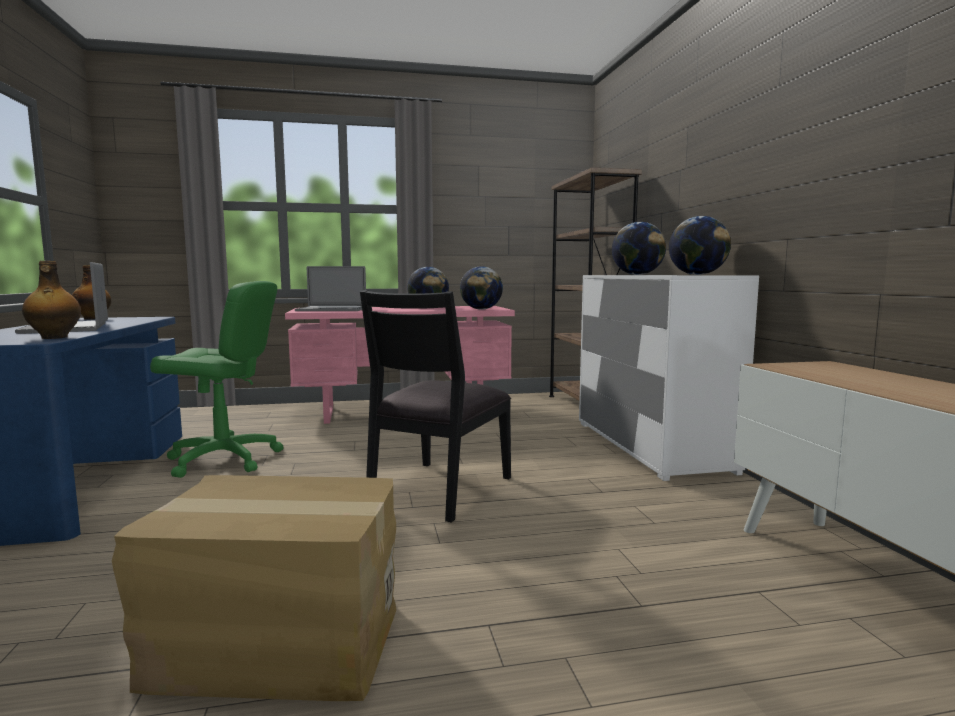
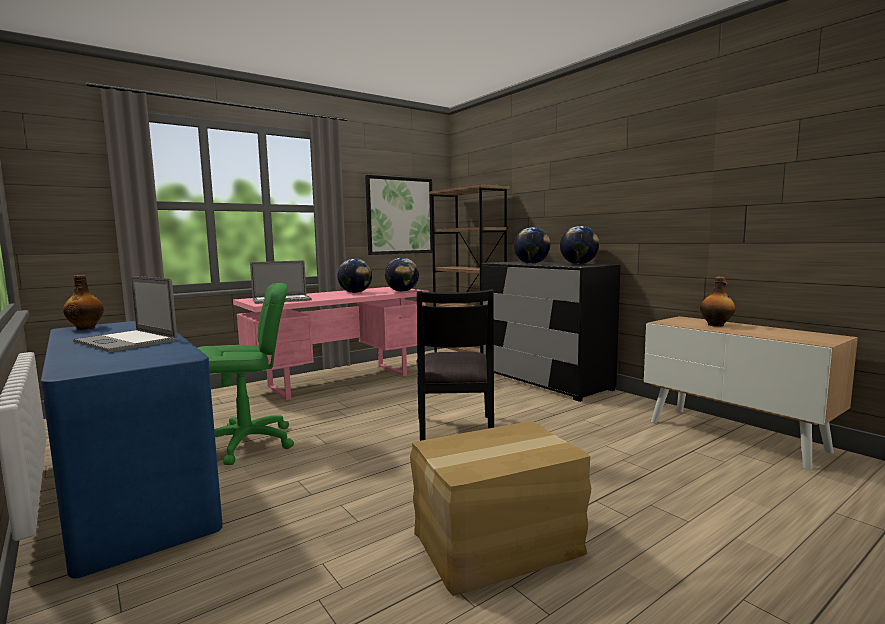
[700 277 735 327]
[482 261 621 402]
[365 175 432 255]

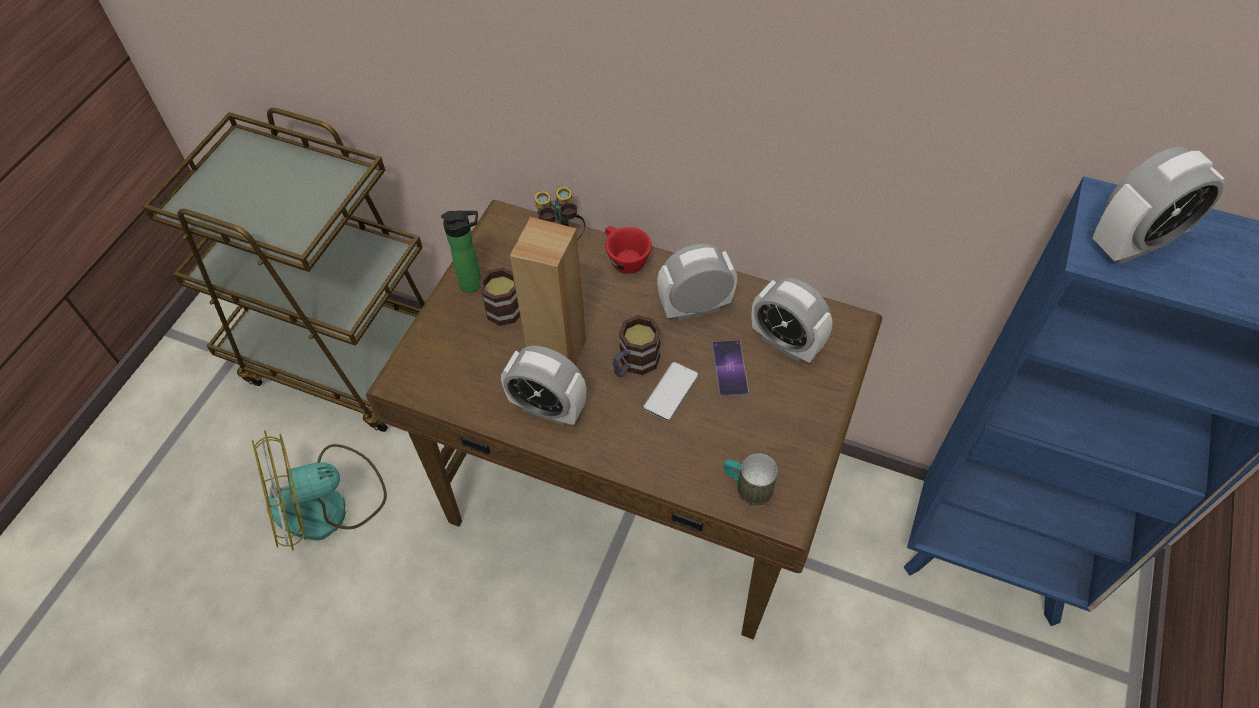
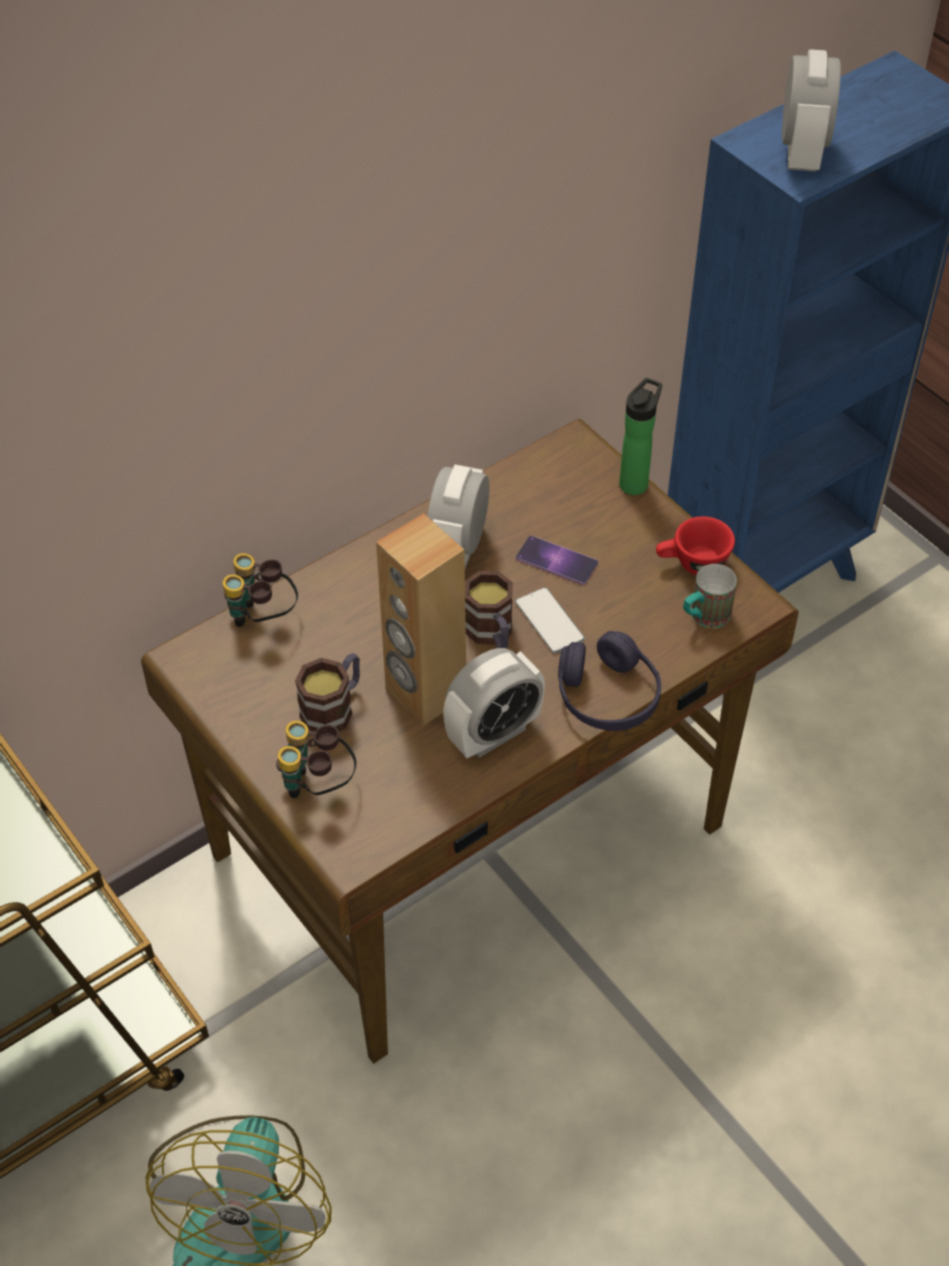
[619 378 662 495]
[656 516 735 575]
[752 278 832 363] (first image)
[276 721 357 798]
[558 631 661 731]

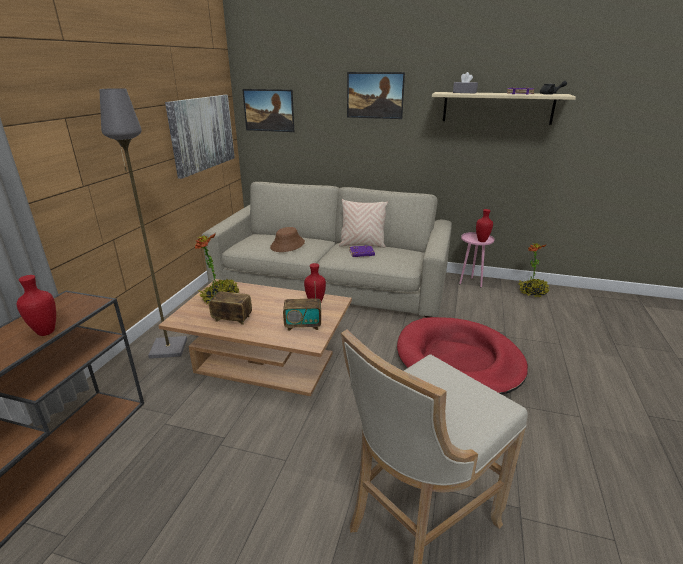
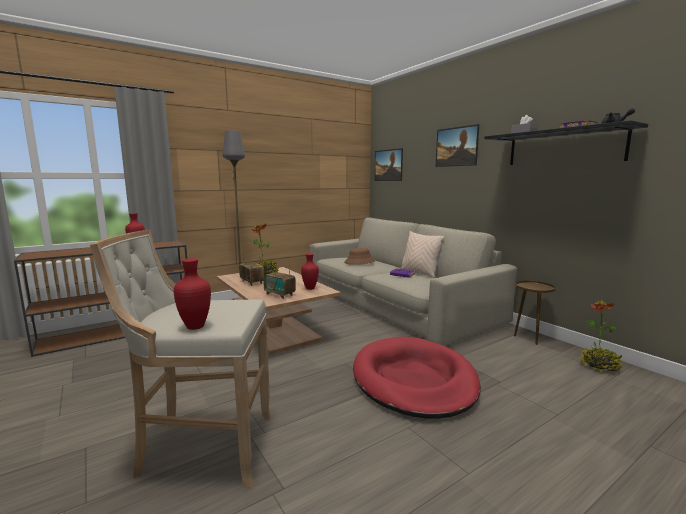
[165 95 235 179] (first image)
[484 120 648 165]
[514 281 556 345]
[174 258 211 330]

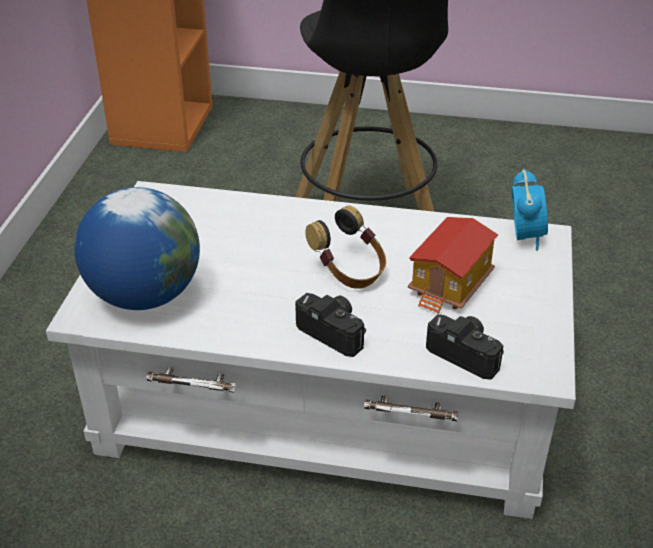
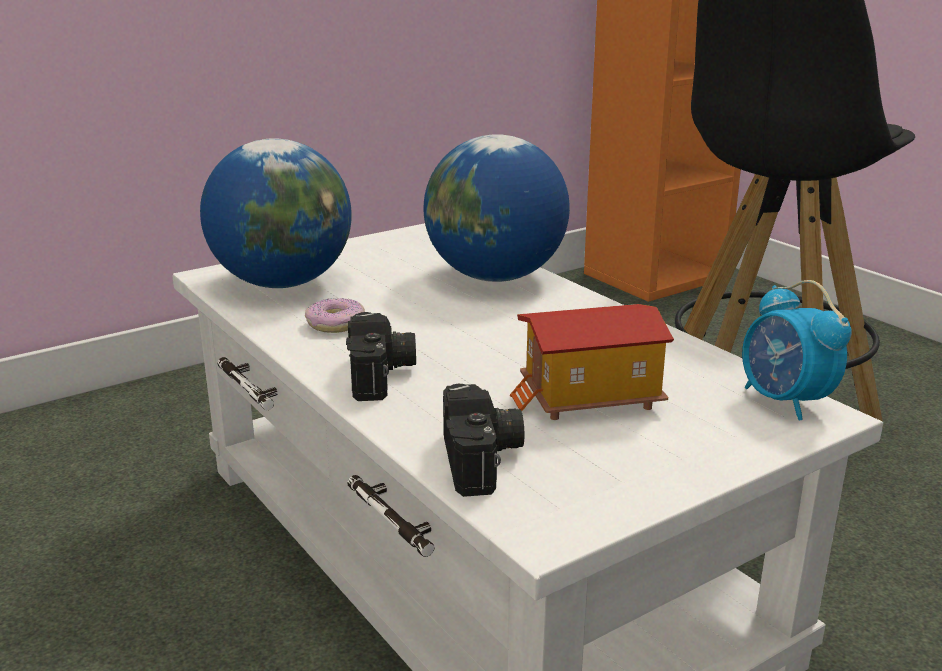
[305 206 386 289] (first image)
[742 280 852 421]
[305 298 365 333]
[424 134 570 282]

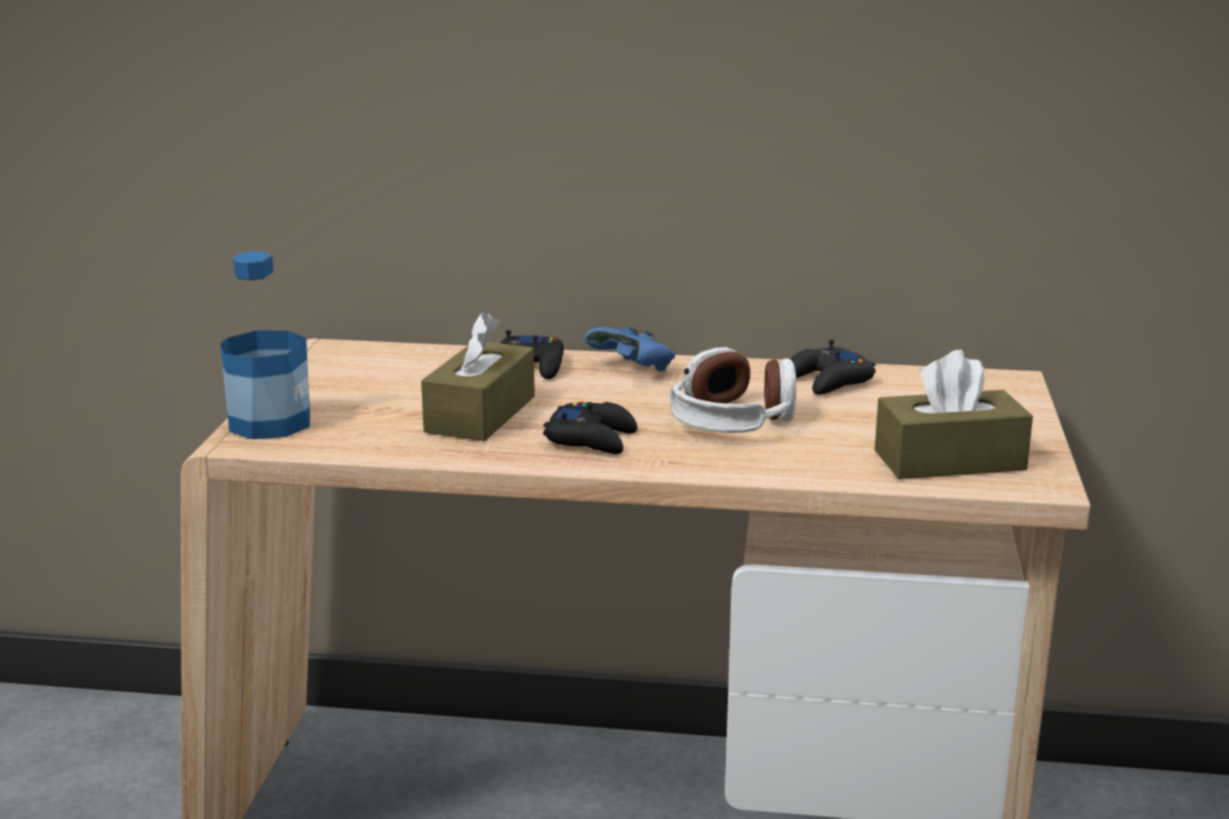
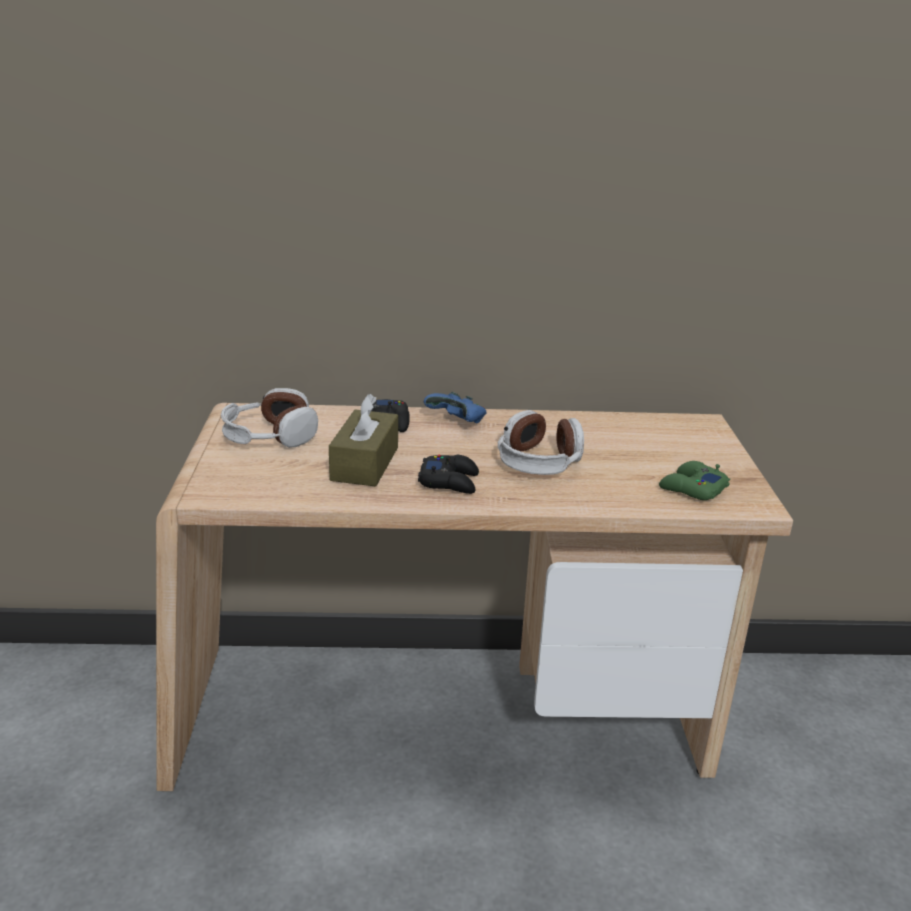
[220 252 310 439] (first image)
[790 340 876 395] (first image)
[659 461 730 500]
[221 388 318 448]

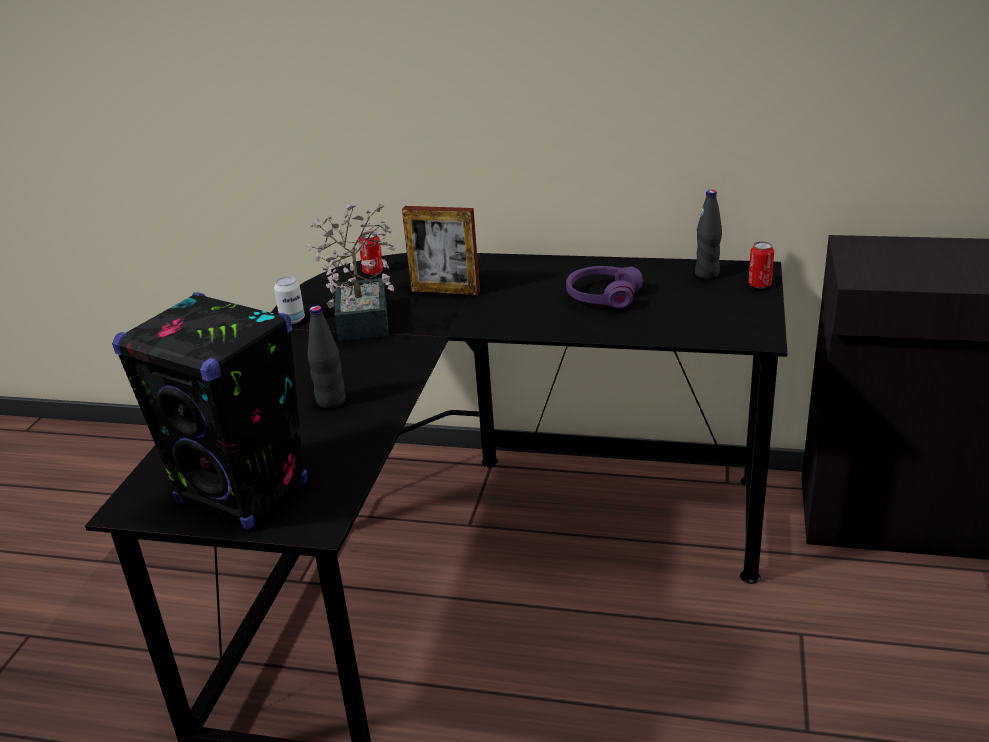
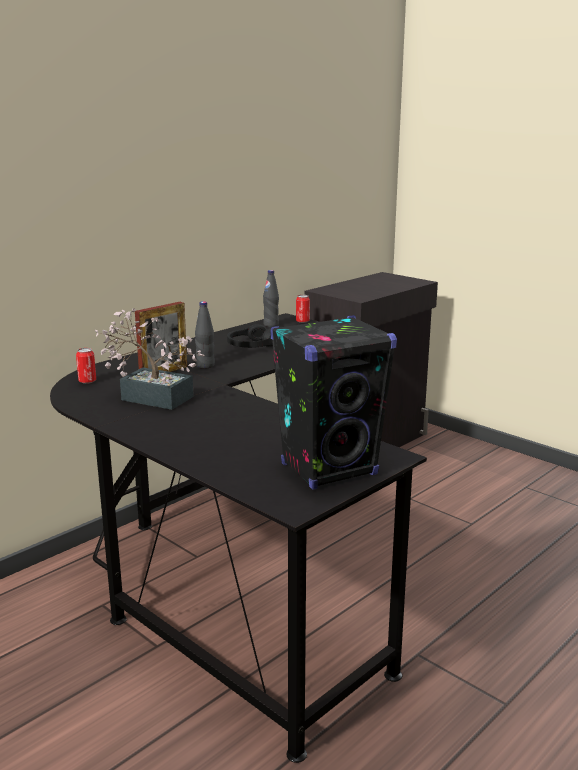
[274 276 305 324] (first image)
[195 301 215 369]
[227 324 273 348]

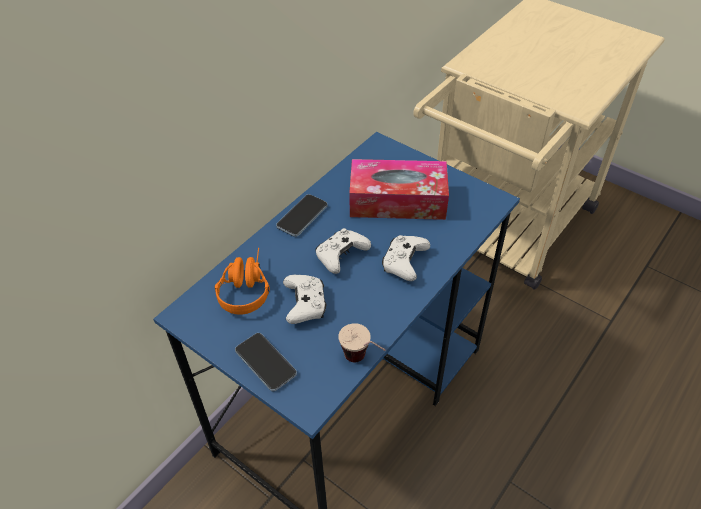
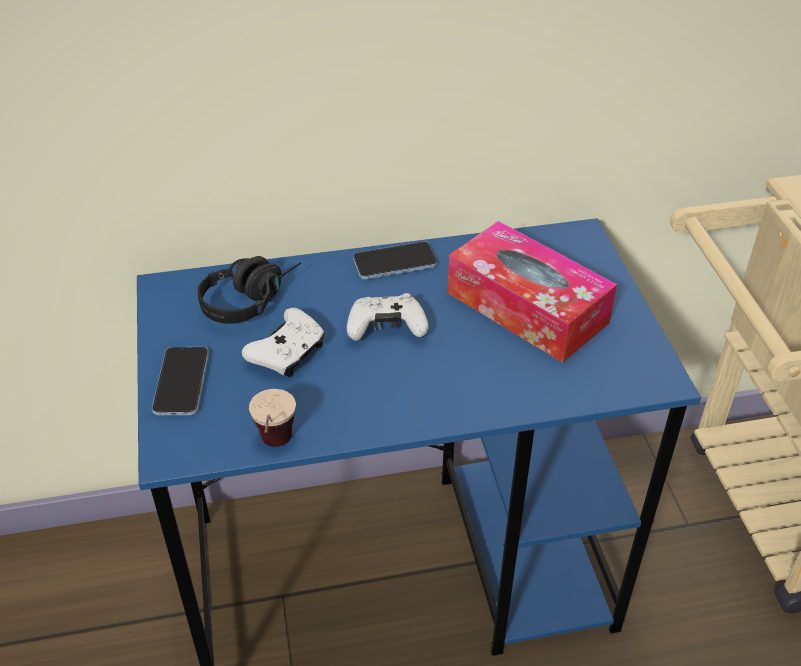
[198 256 301 324]
[382 235 430 281] (first image)

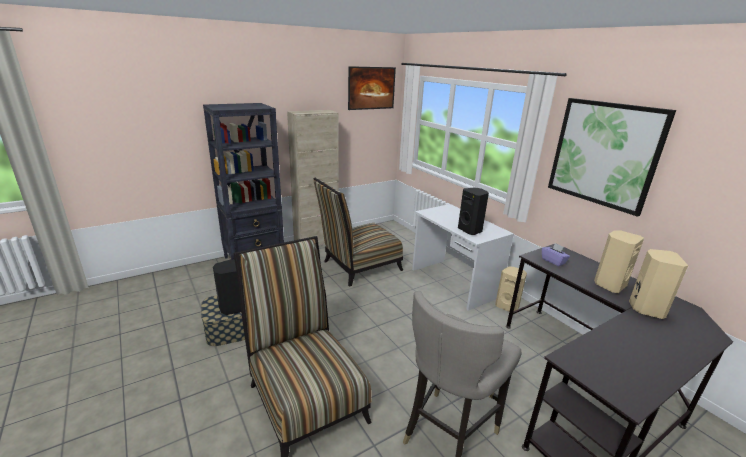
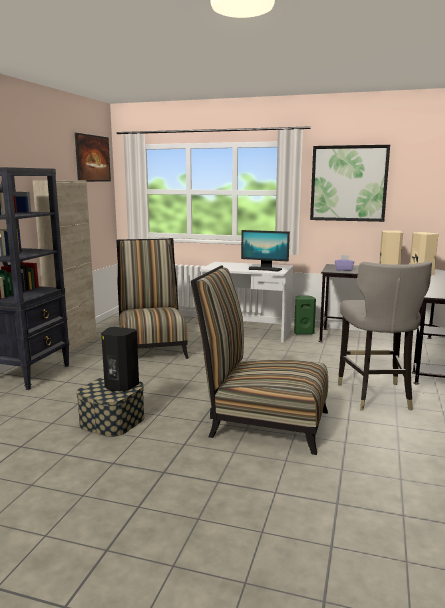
[116 238 189 359]
[241 230 290 272]
[294 295 316 335]

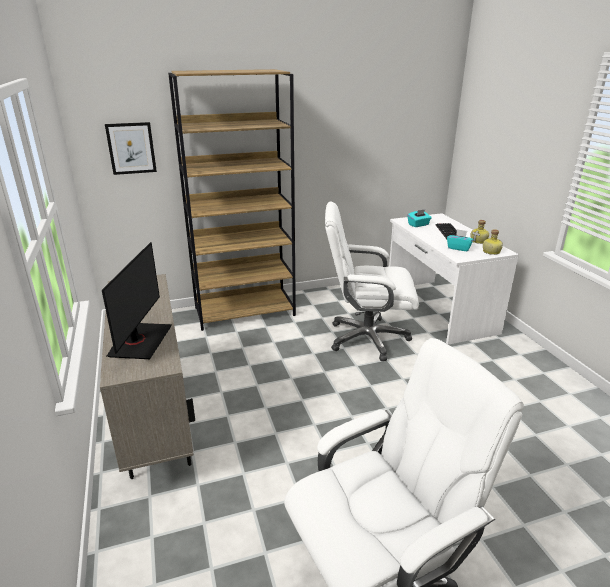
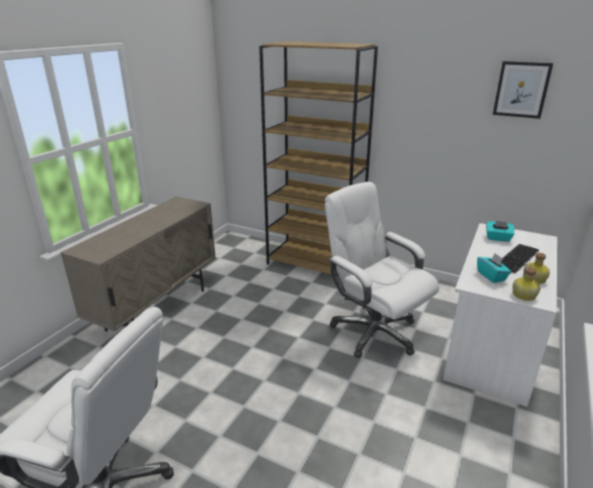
[102 242 172 359] (first image)
[493 61 553 119]

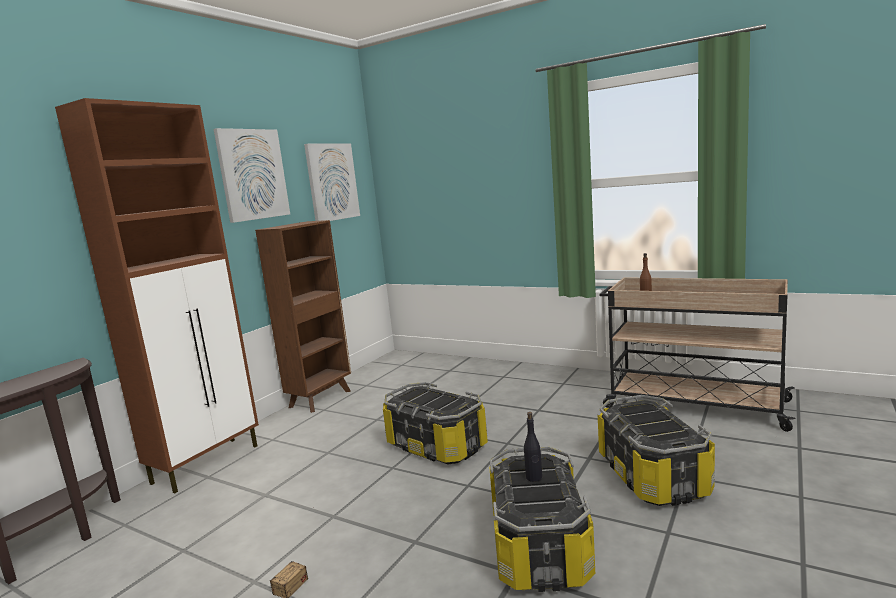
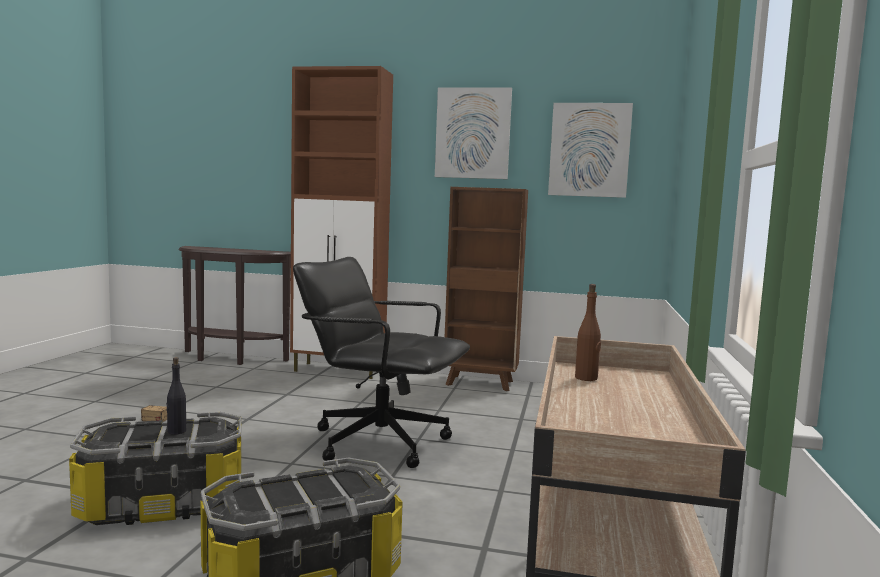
[293 257 470 468]

